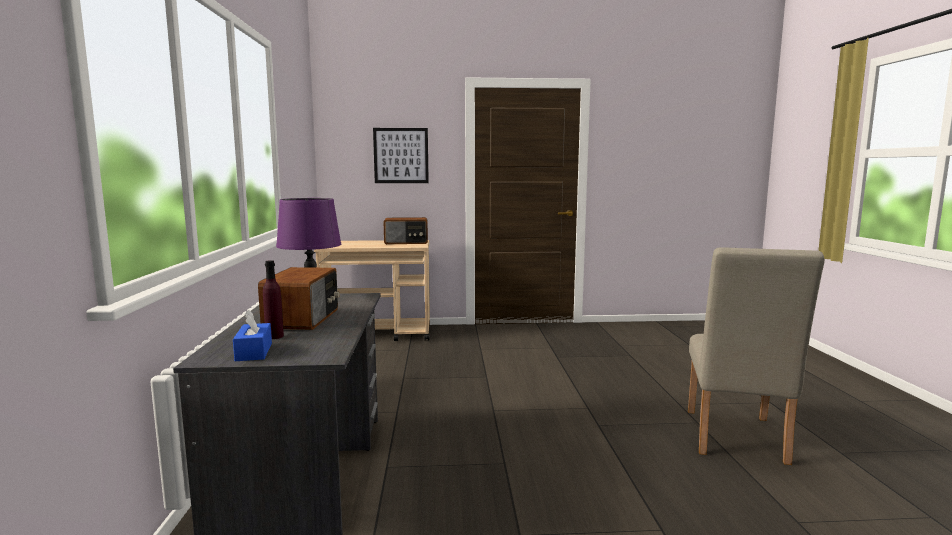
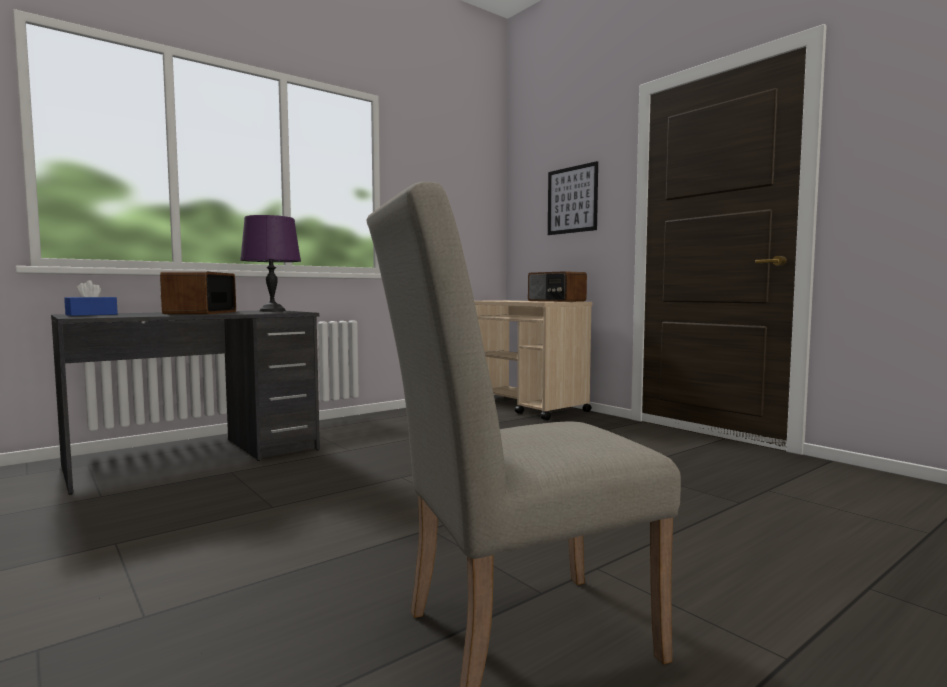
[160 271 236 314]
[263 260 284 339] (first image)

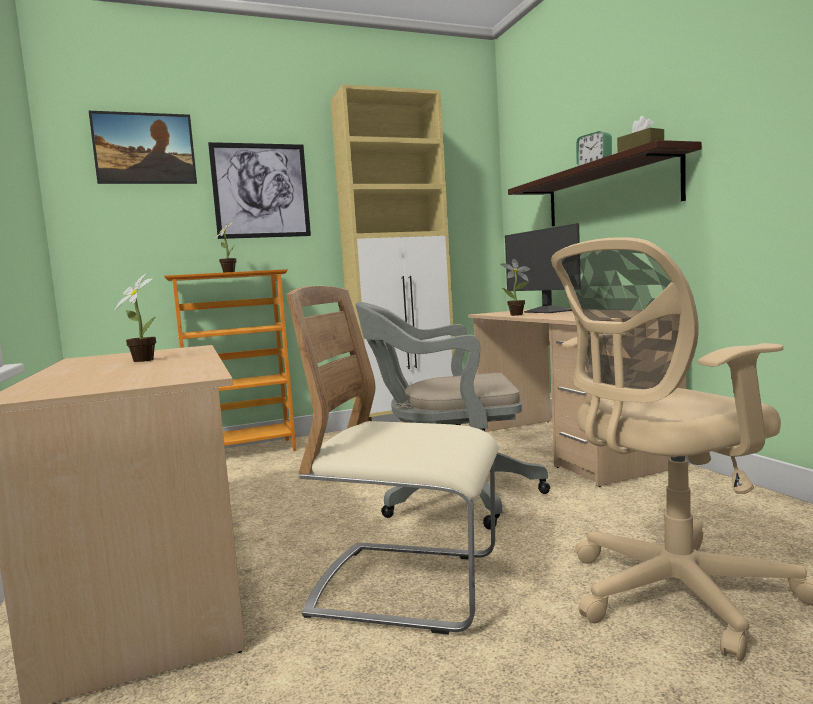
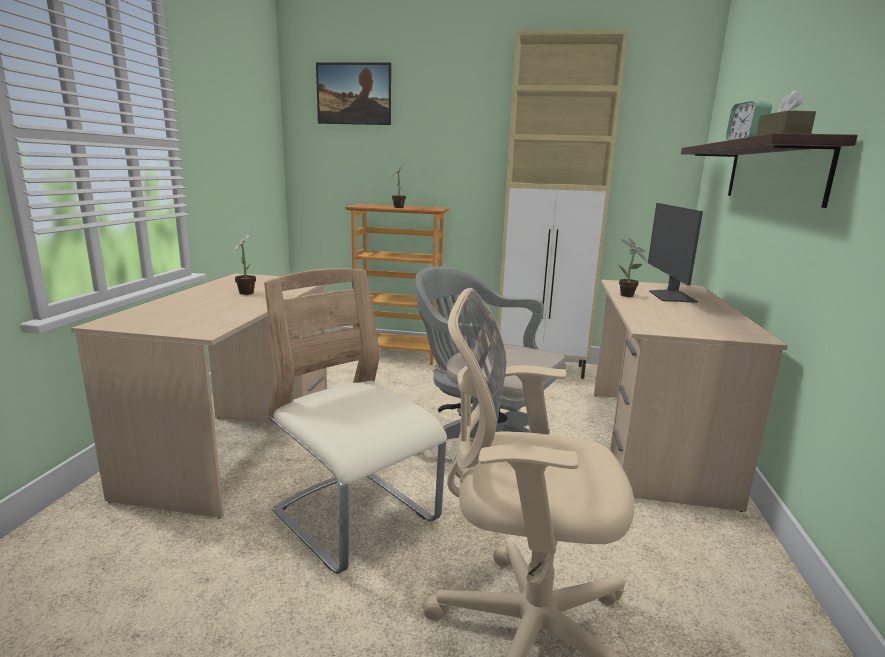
[208 142 311 239] (first image)

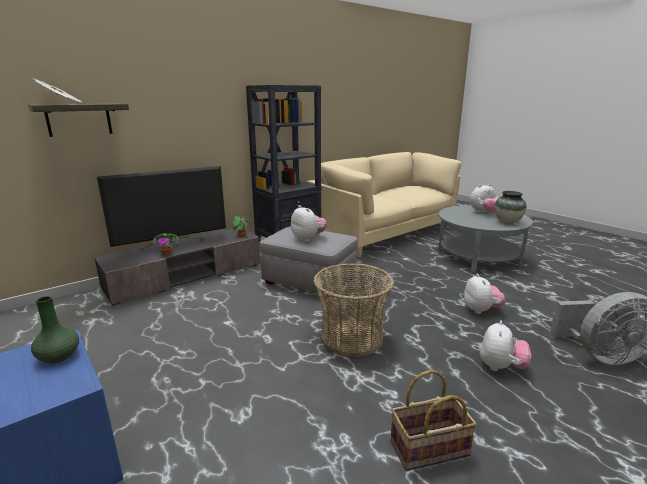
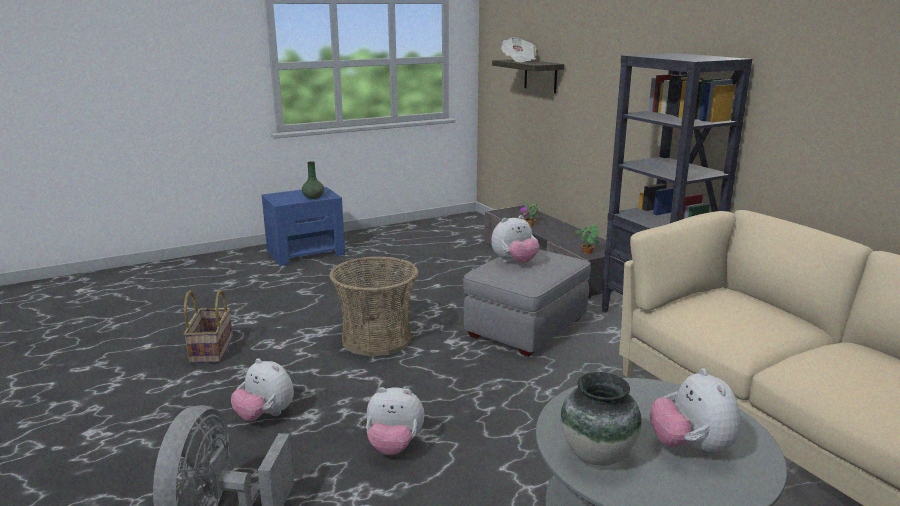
[97 166 226 251] (first image)

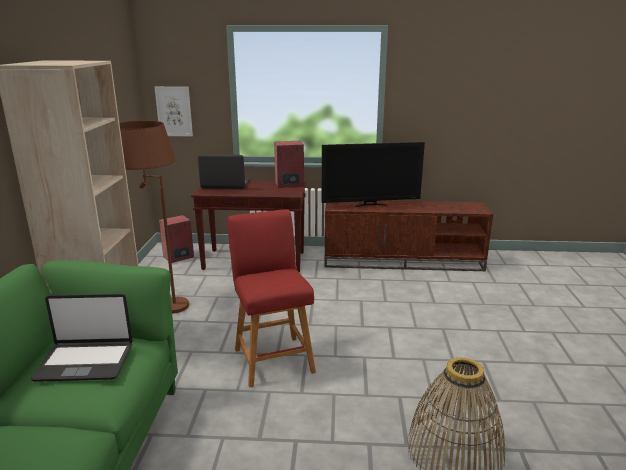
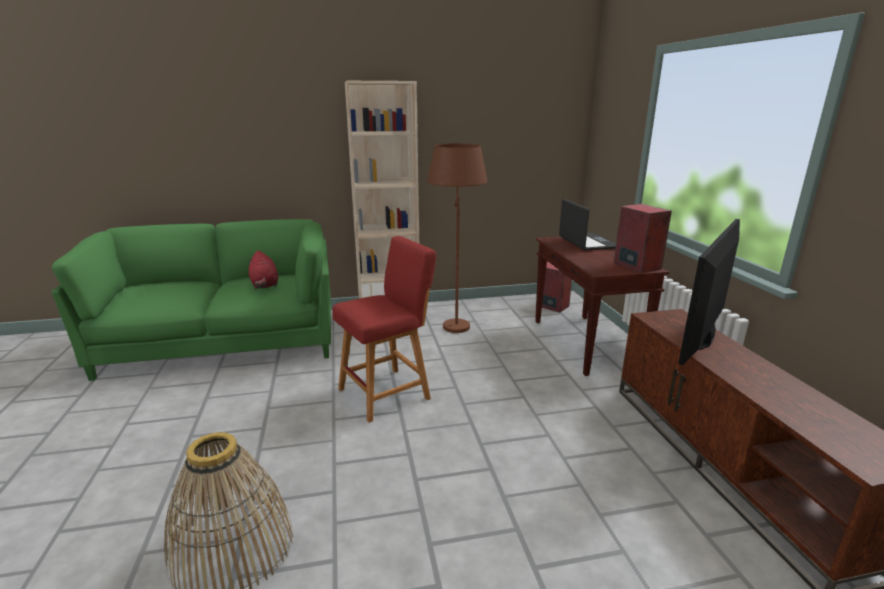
[247 250 278 289]
[155 87 193 136] (first image)
[678 219 740 365]

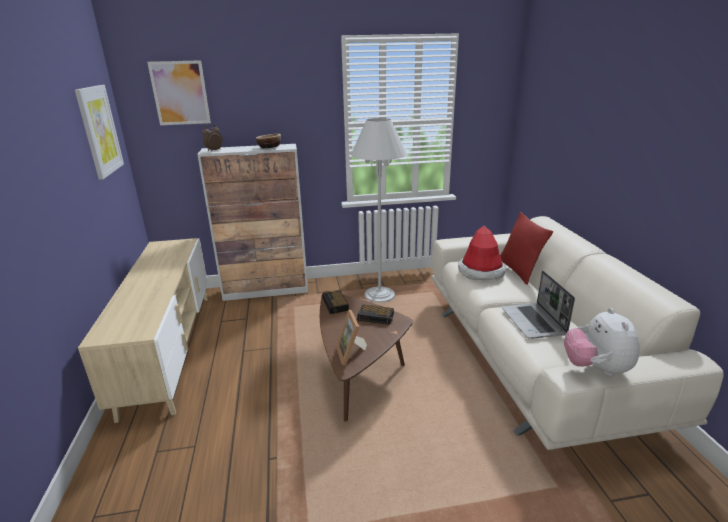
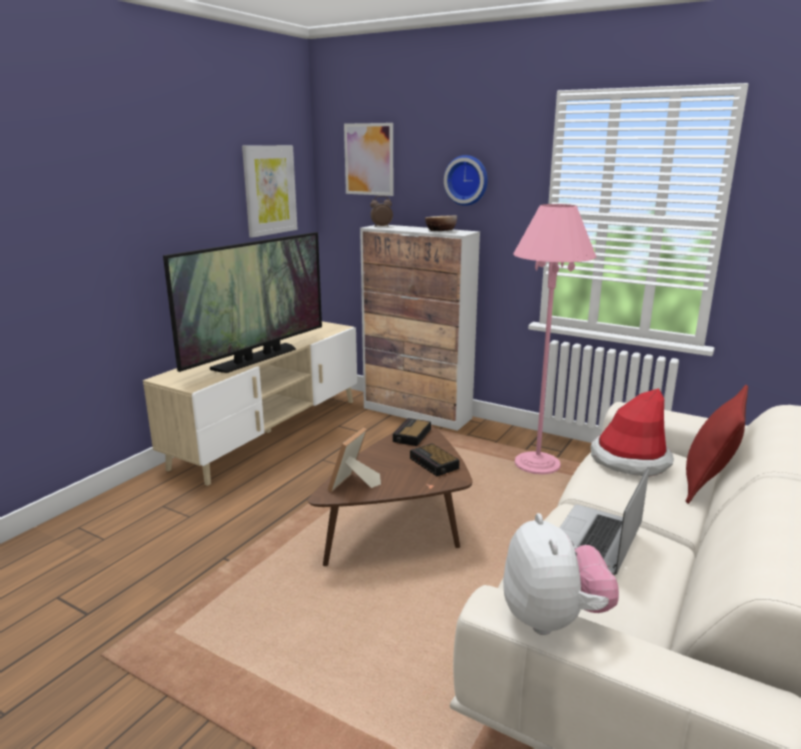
[513 204 597 474]
[503 513 619 635]
[163 232 322 373]
[444 155 488 206]

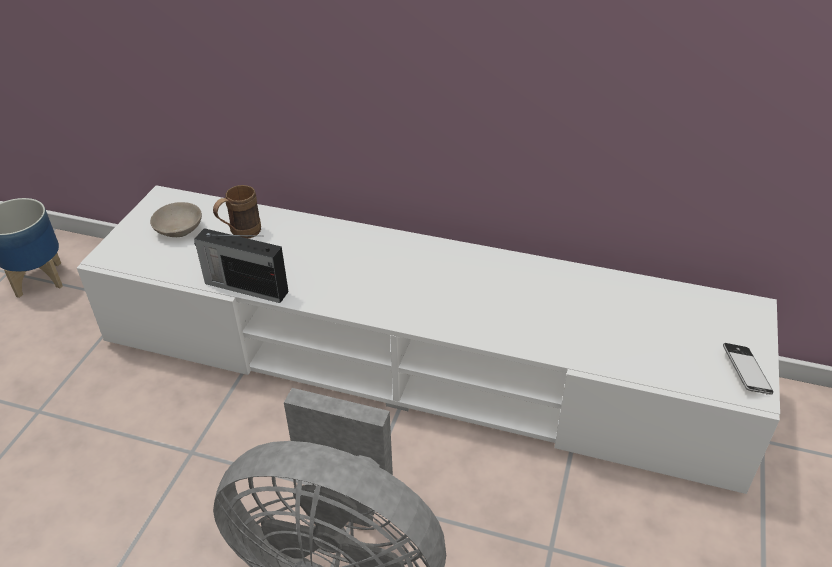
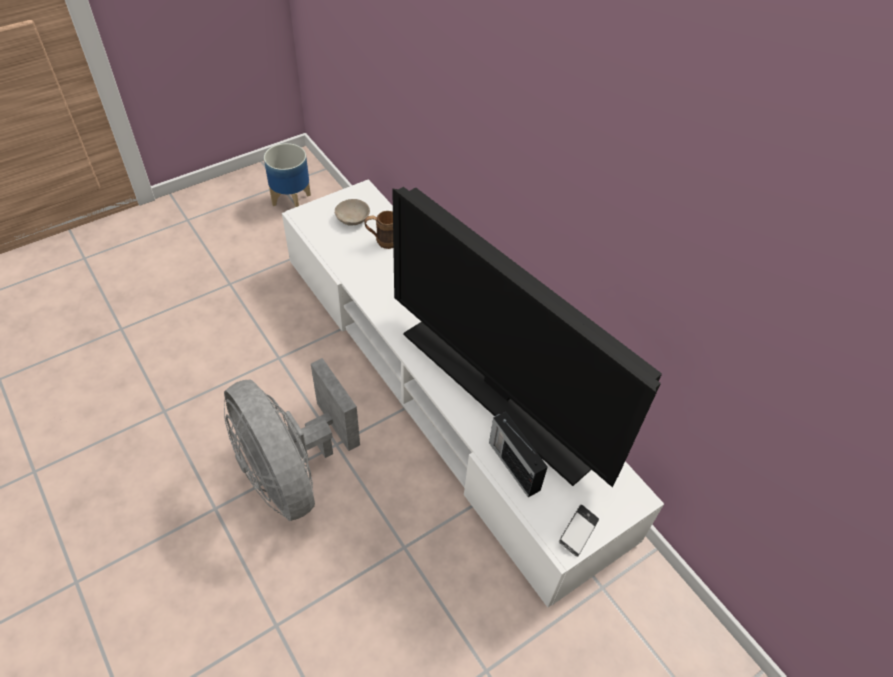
[489 412 548 497]
[392 187 662 488]

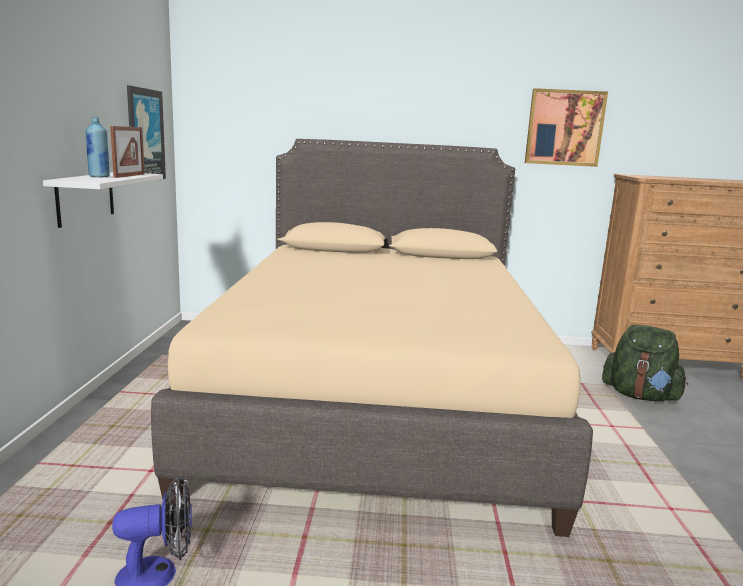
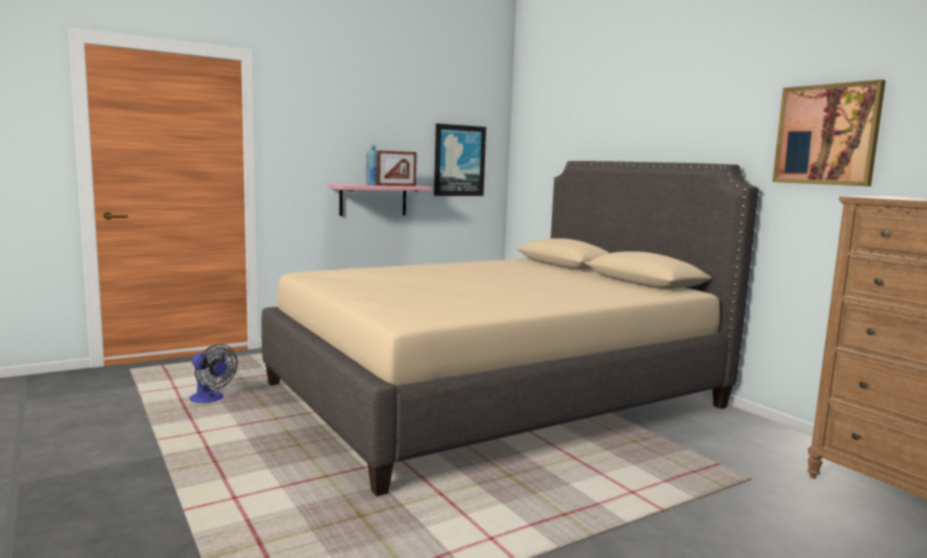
[329 184 432 216]
[602 324 688 401] (first image)

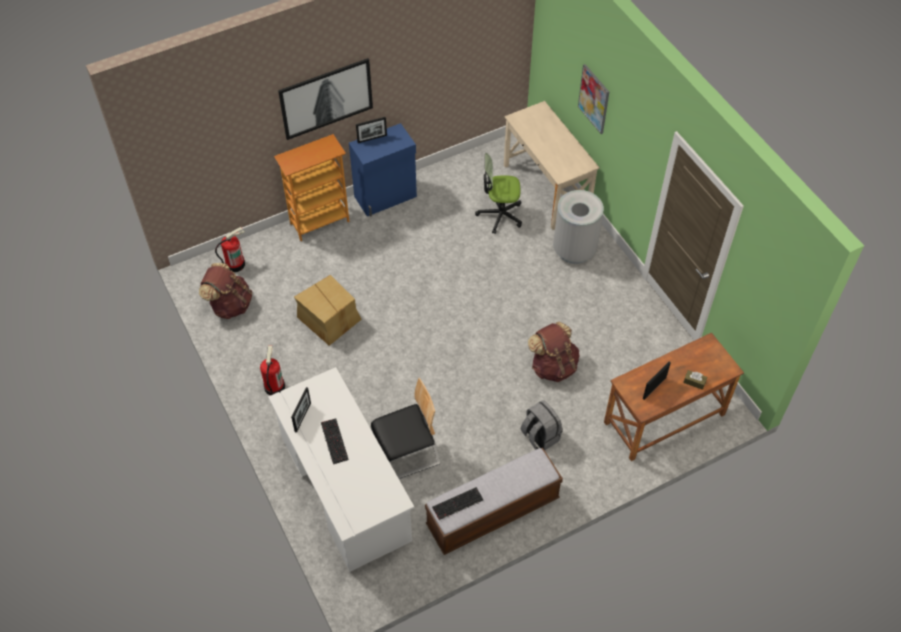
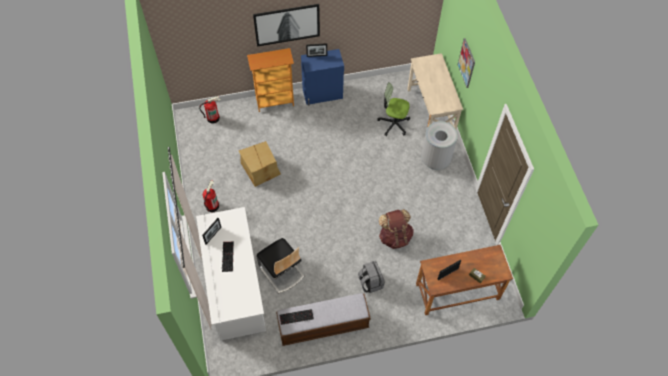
[199 263 252 319] (first image)
[256 238 304 293]

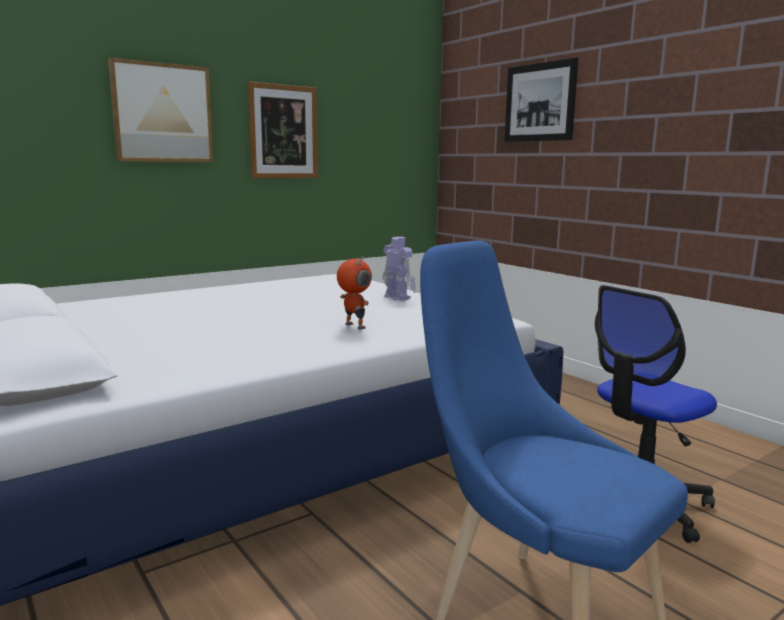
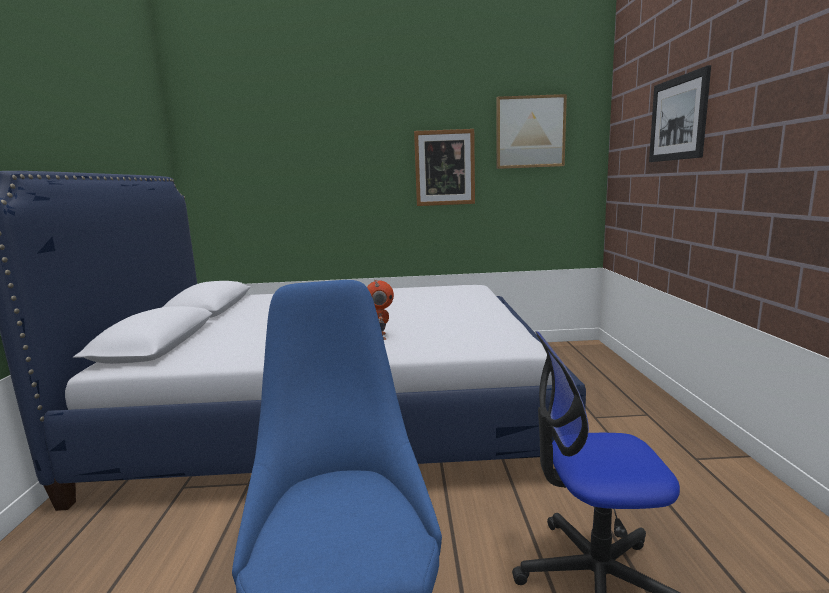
[496 94 567 169]
[382 237 416 301] (first image)

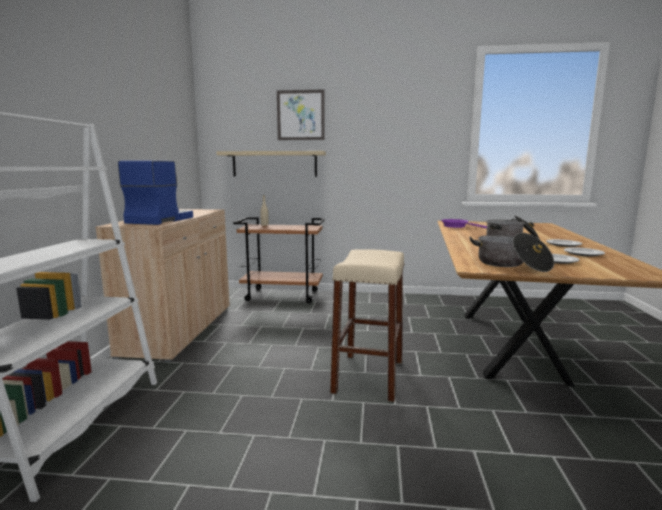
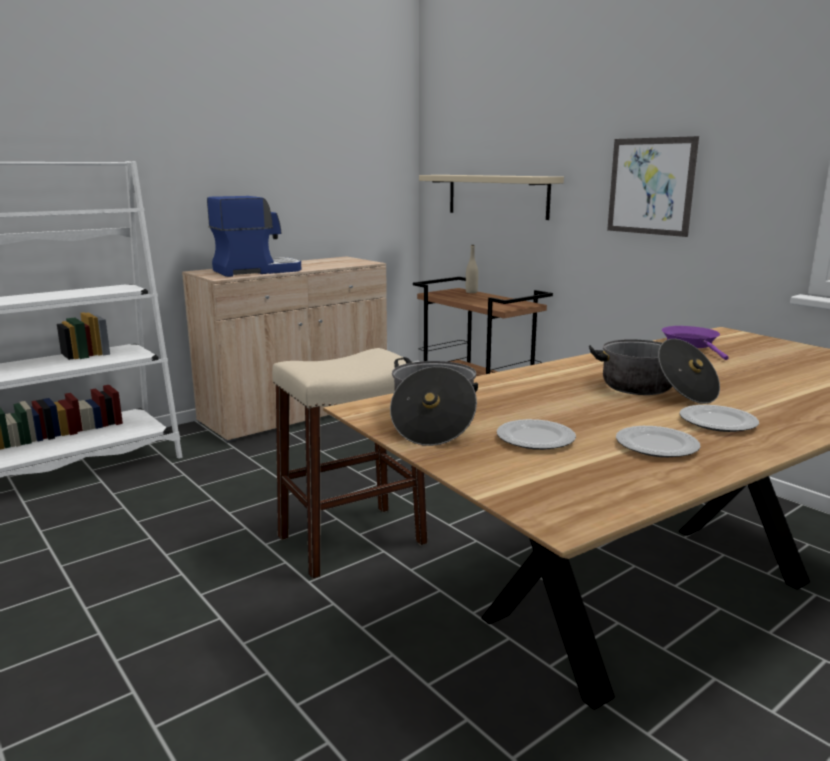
[607 136 699 237]

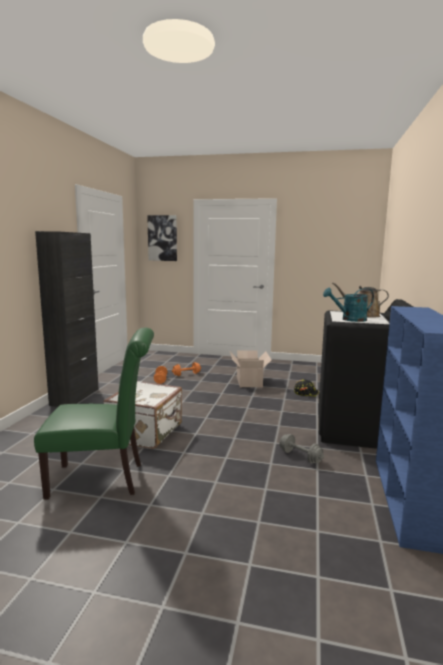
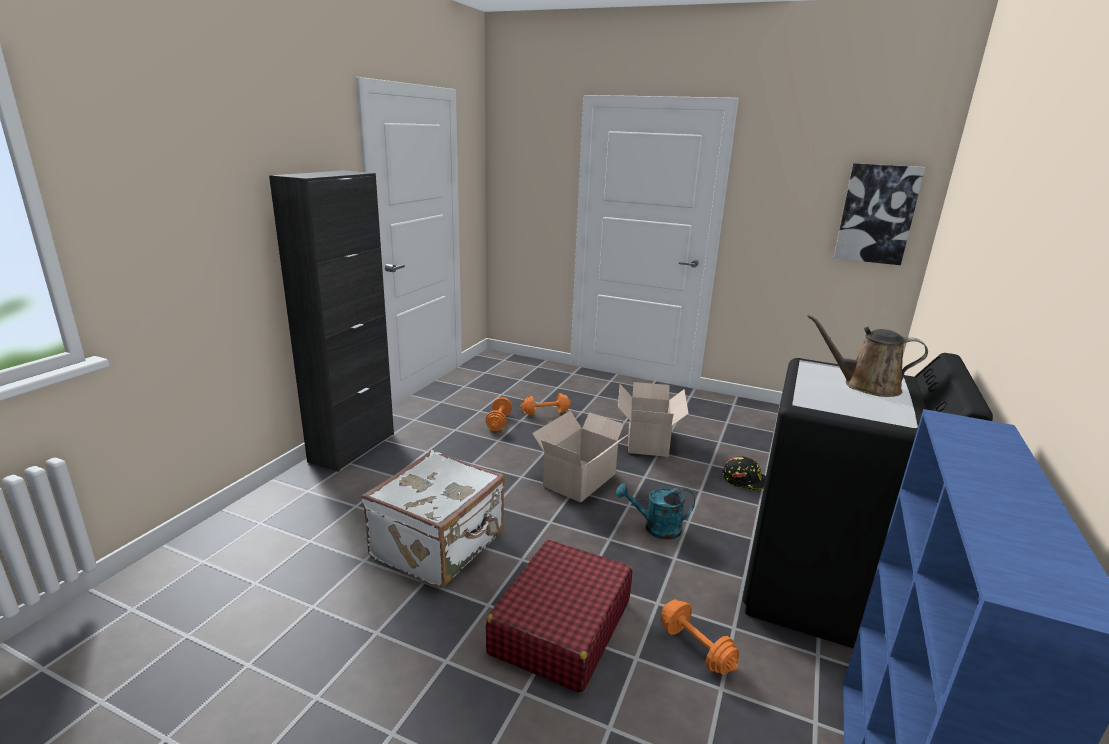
[34 328 154 500] (first image)
[834 163 925 265]
[661 600 739 675]
[615 483 695 540]
[486 540 632 693]
[532 411 632 503]

